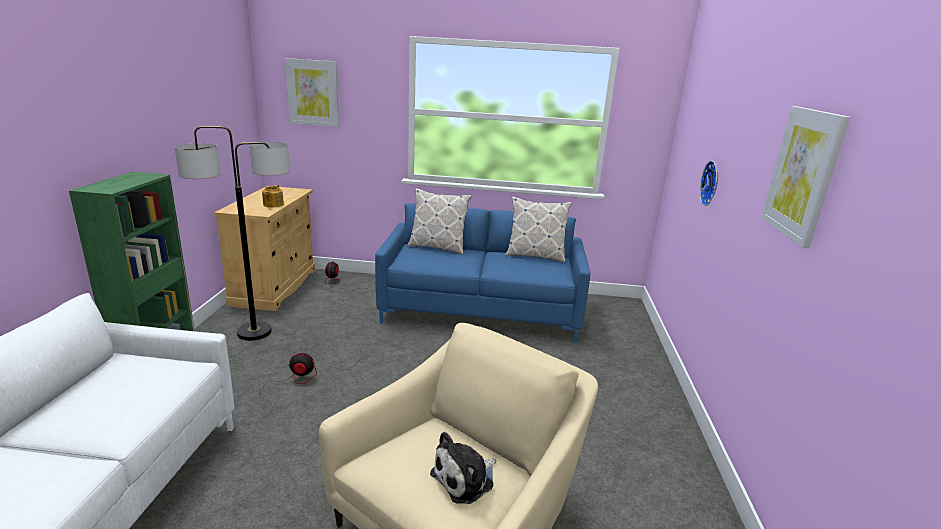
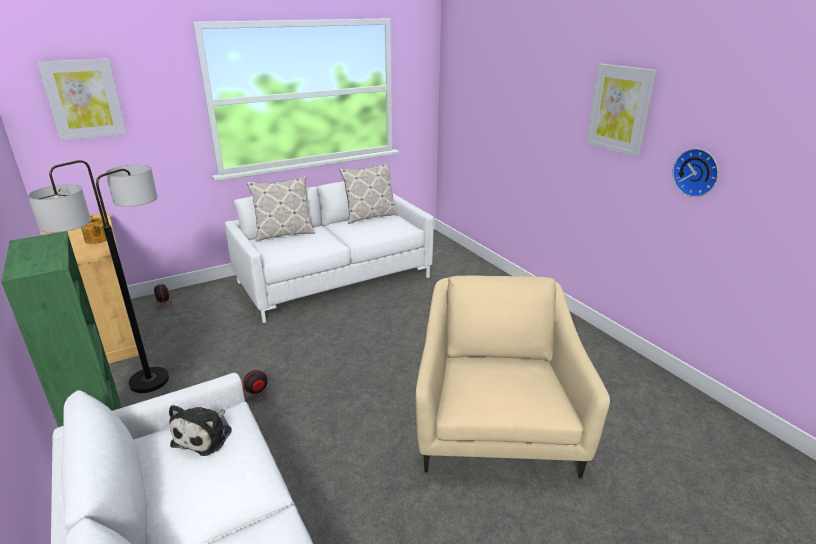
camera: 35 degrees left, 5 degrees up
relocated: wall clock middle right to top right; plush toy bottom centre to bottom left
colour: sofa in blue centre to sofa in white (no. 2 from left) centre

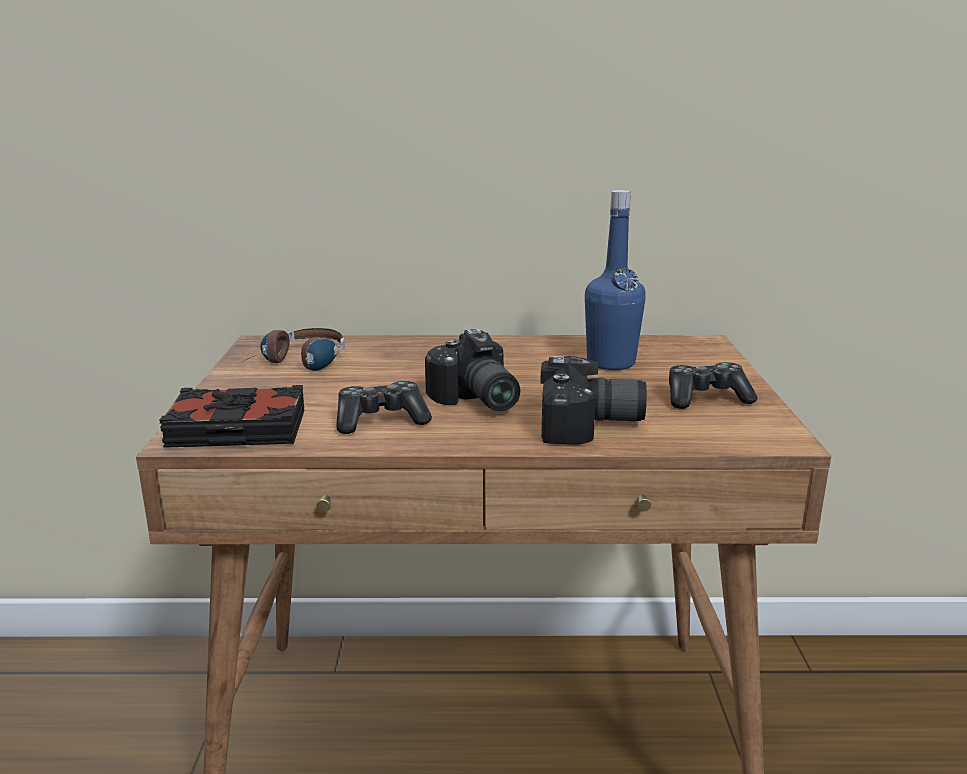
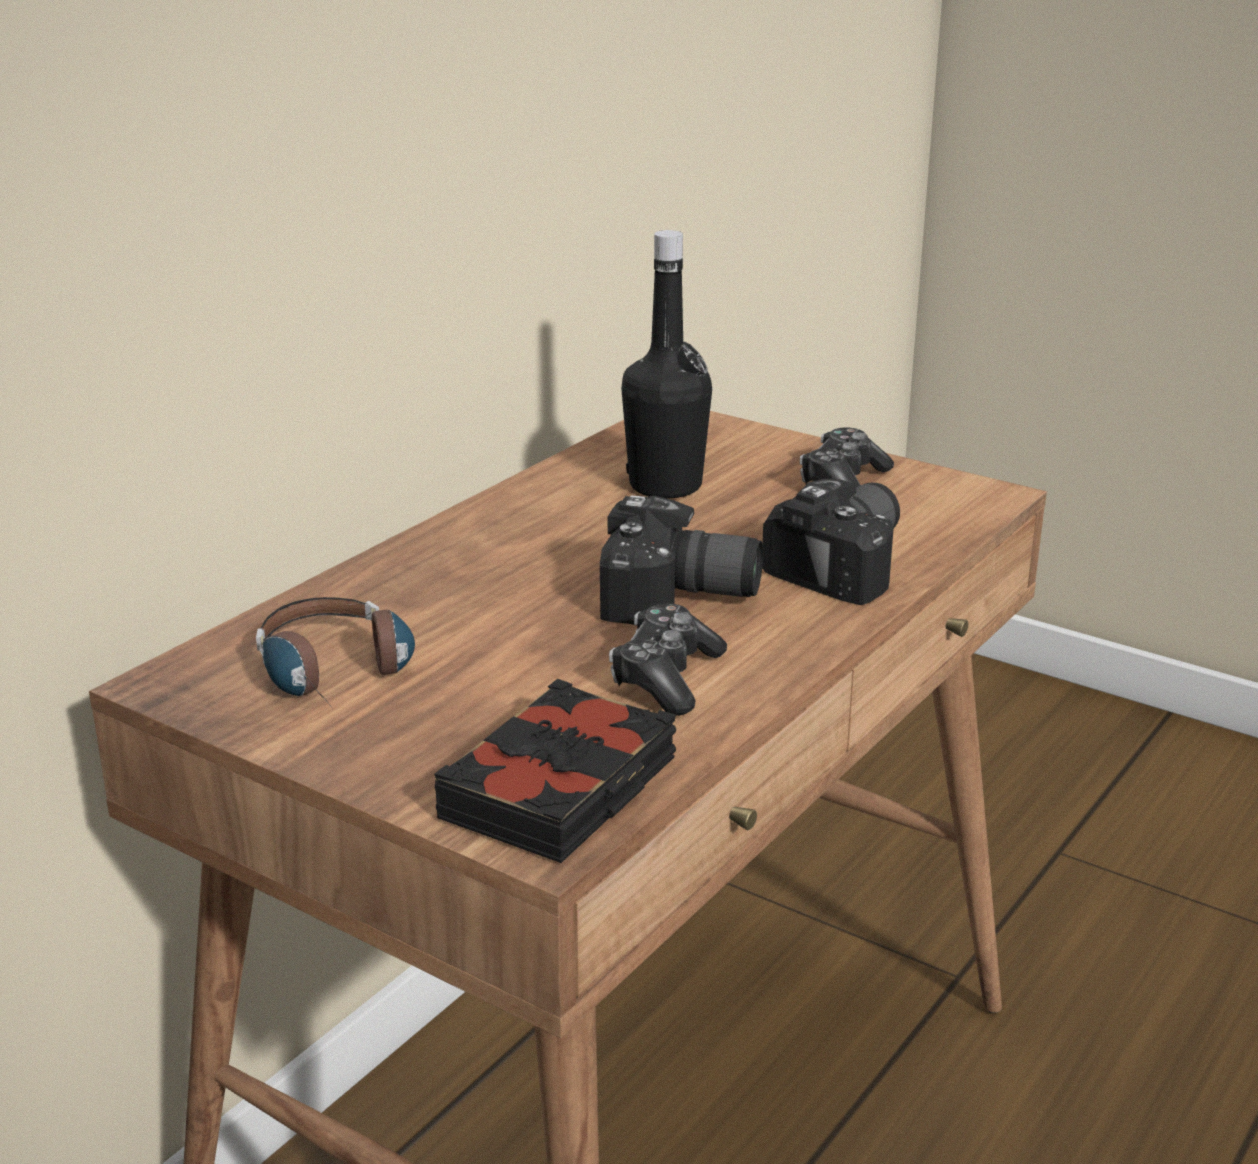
camera: 55 degrees left, 5 degrees up
colour: bottle in blue centre to bottle in black top centre

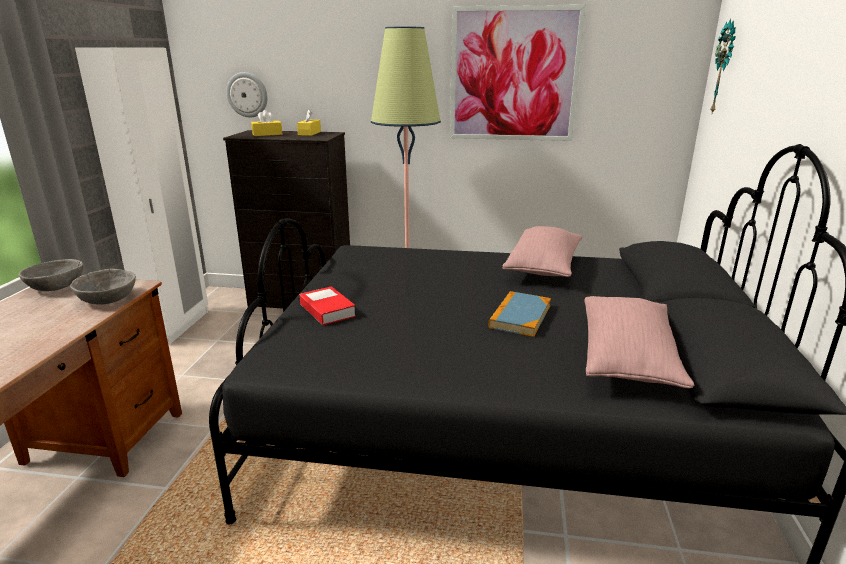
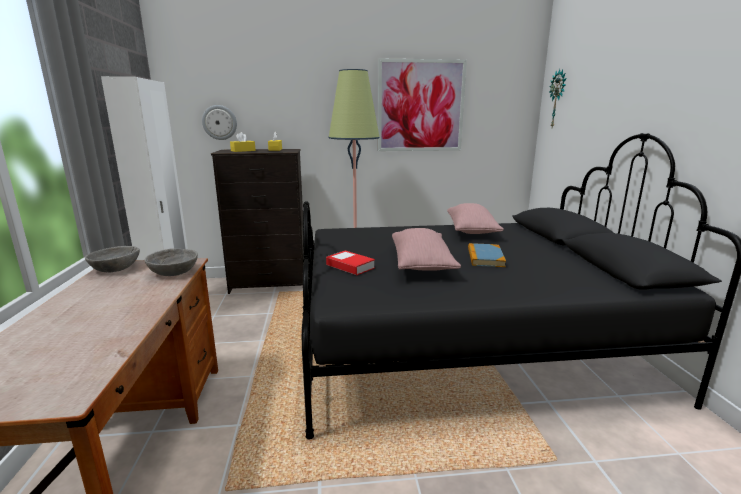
camera: 15 degrees left, 5 degrees down
relocated: pillow in pink (no. 2 from left in the first image) middle right to pillow in pink (no. 1 from left) centre

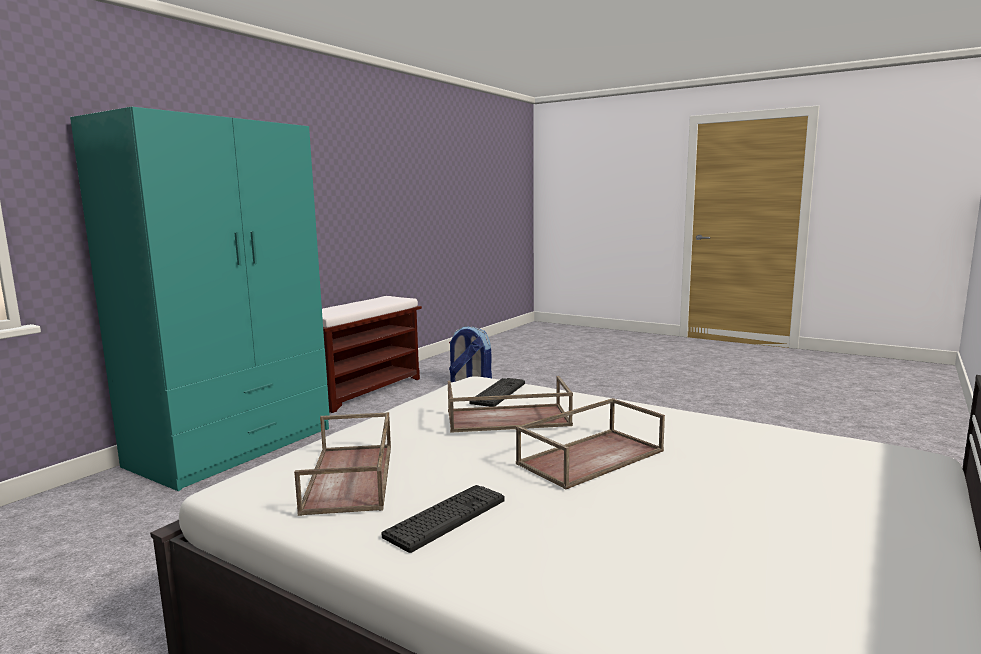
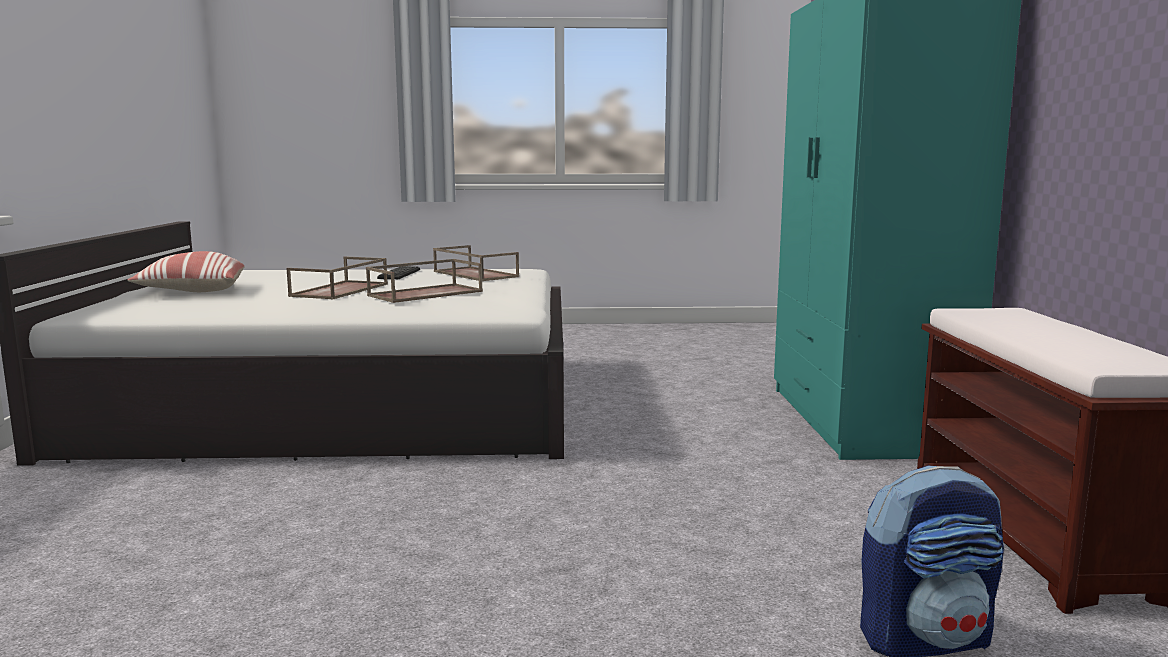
camera: 145 degrees right, 0 degrees up
missing: keyboard (no. 2 from left) centre
appeared: pillow middle left

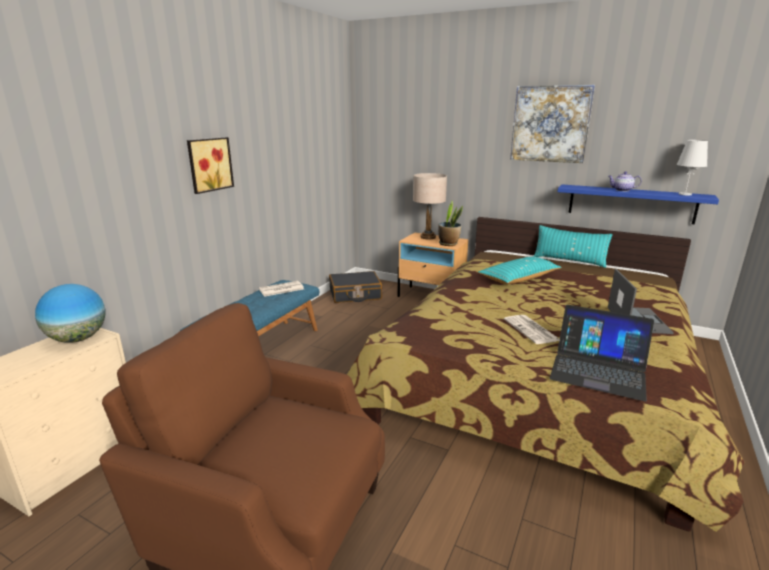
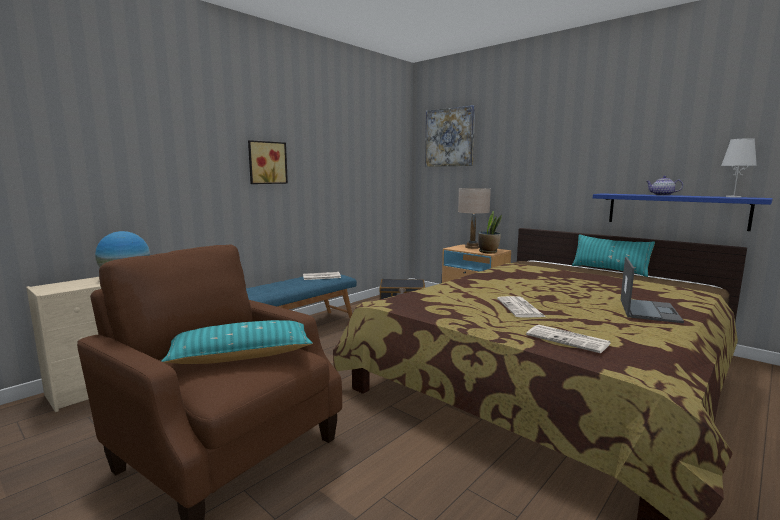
camera: 15 degrees right, 10 degrees down
relocated: picture (no. 2 from left) top right to top centre; pillow in turquoise (no. 1 from left) middle right to middle left
exchanged: laptop (no. 1 from left) middle right to newspaper (no. 3 from left) middle right

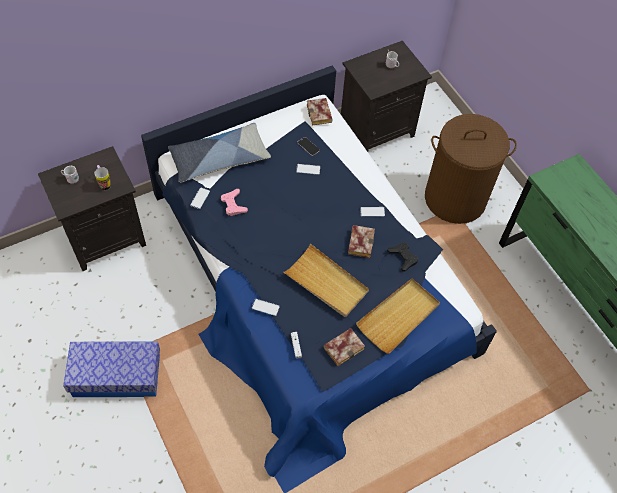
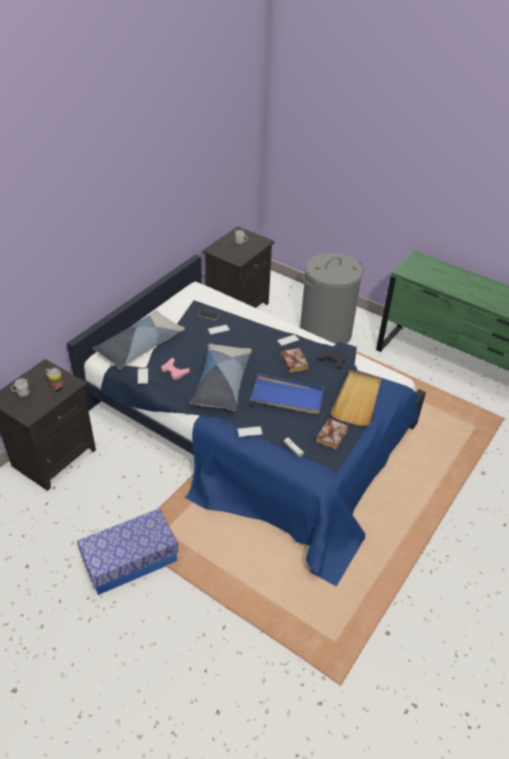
camera: 25 degrees left, 15 degrees down
missing: book (no. 1 from left) top centre
appeared: pillow (no. 2 from left) centre
colour: laundry basket in brown middle right to laundry basket in grey centre; tray in beige (no. 1 from left) centre to tray in blue centre

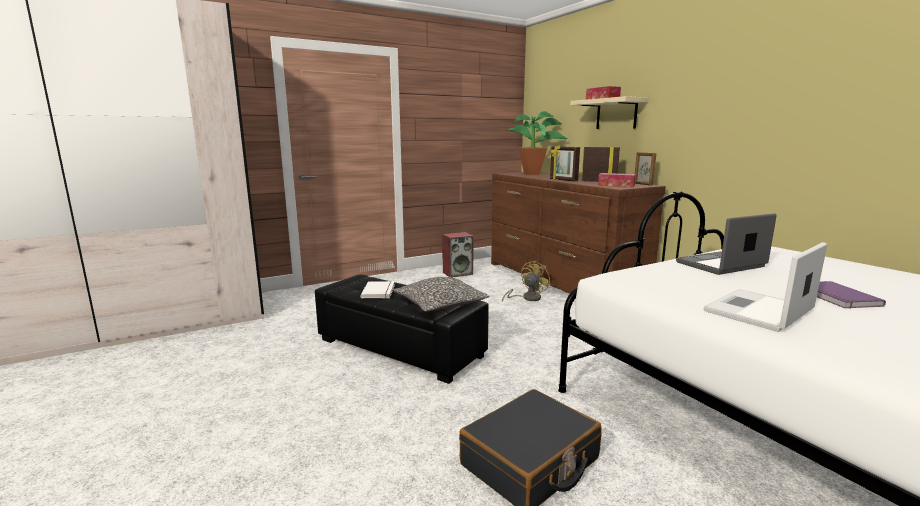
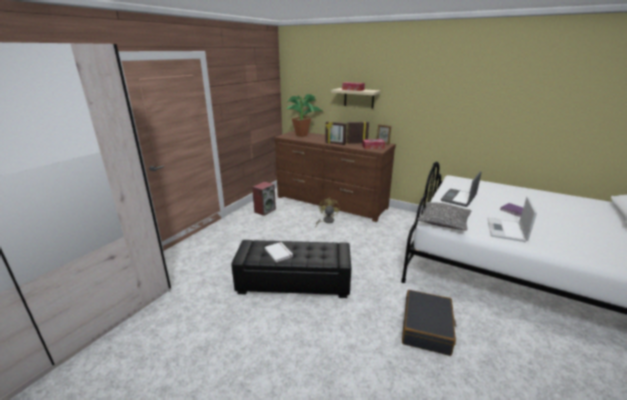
camera: 30 degrees left, 10 degrees up
relocated: pillow centre to middle right

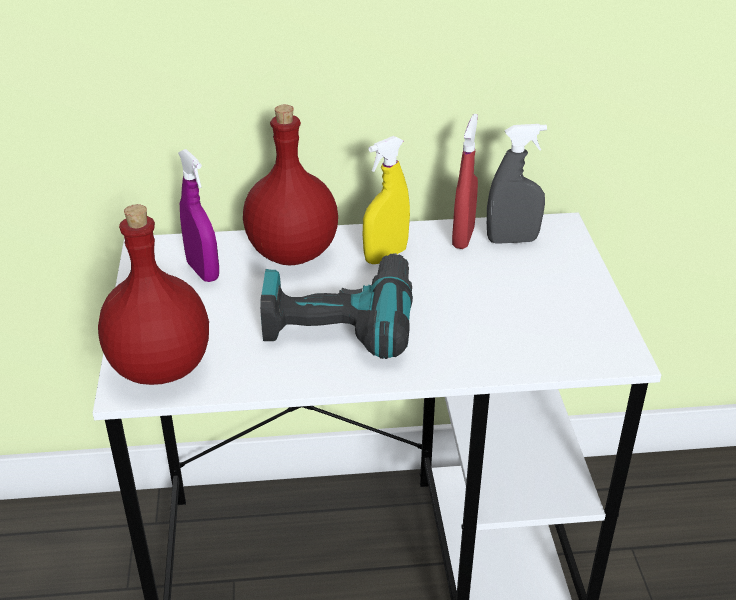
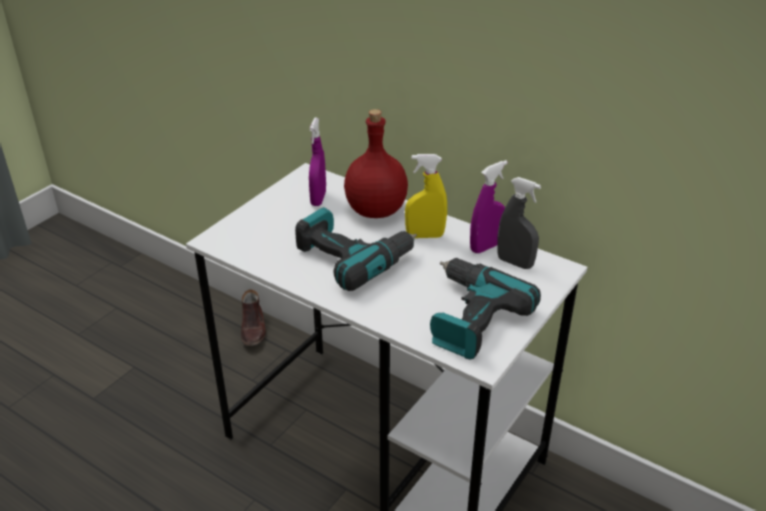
camera: 40 degrees right, 0 degrees up
missing: bottle in red (no. 1 from left) middle left
appeared: power drill (no. 2 from left) centre; shoe in brown middle left
colour: spray bottle in red top centre to spray bottle in purple (no. 2 from left) centre

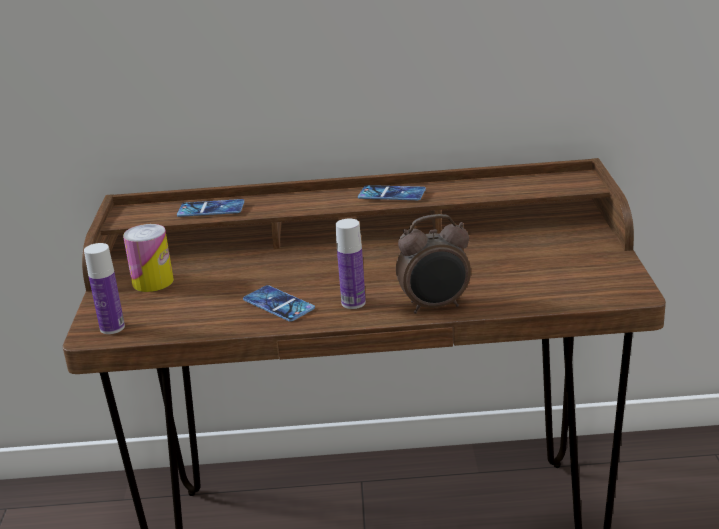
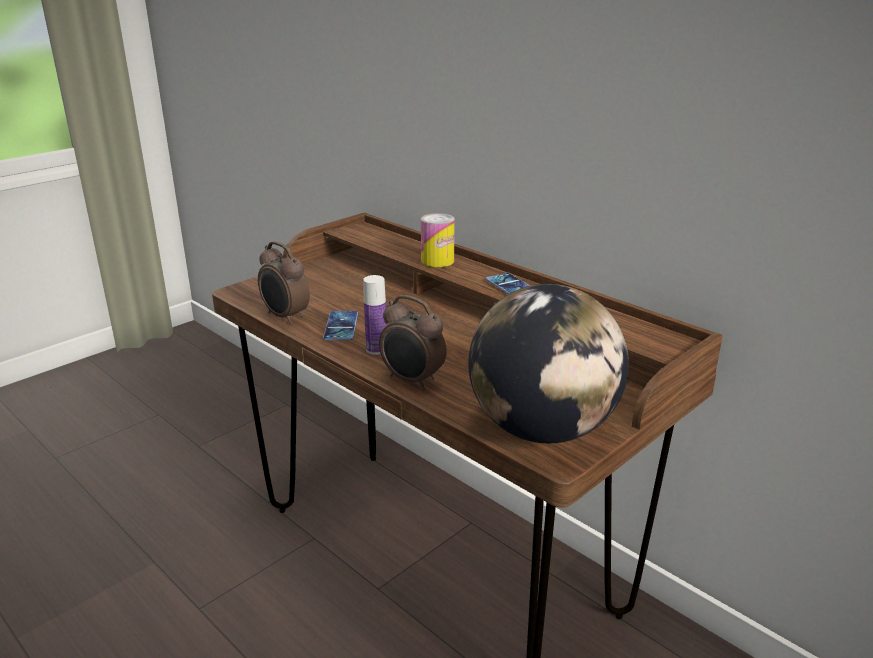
camera: 45 degrees right, 0 degrees up
missing: phone (no. 1 from left) middle left; bottle (no. 1 from left) middle left
appeared: alarm clock (no. 1 from left) middle left; globe centre
relocated: can middle left to centre

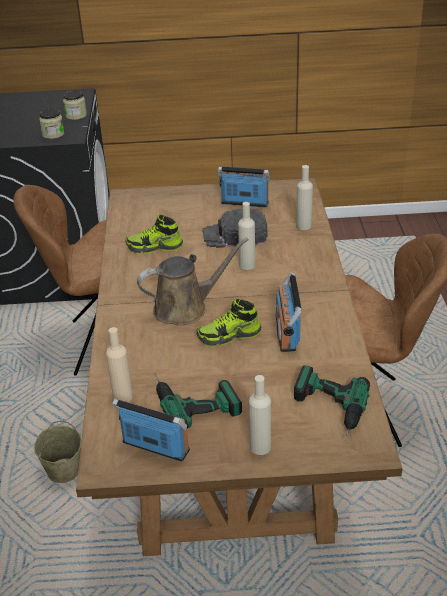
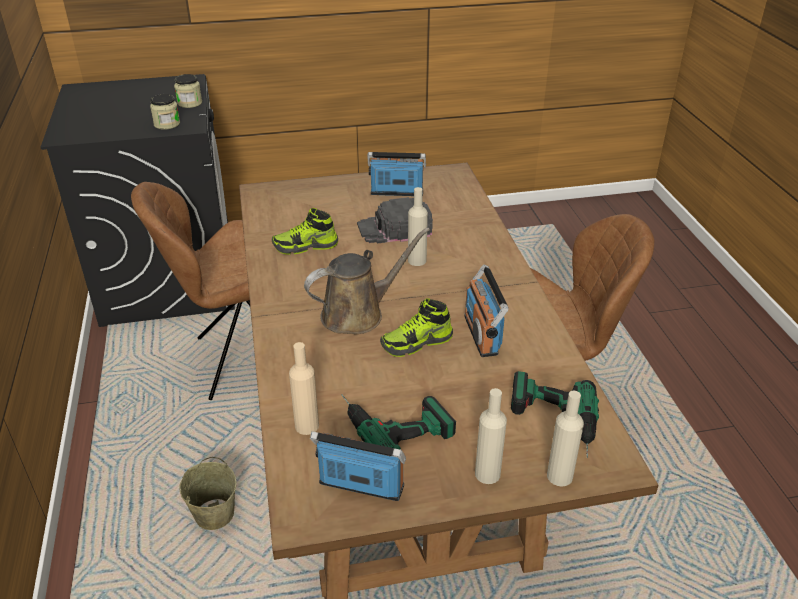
camera: 10 degrees left, 0 degrees up
relocated: bottle in beige (no. 4 from left) top right to bottom right

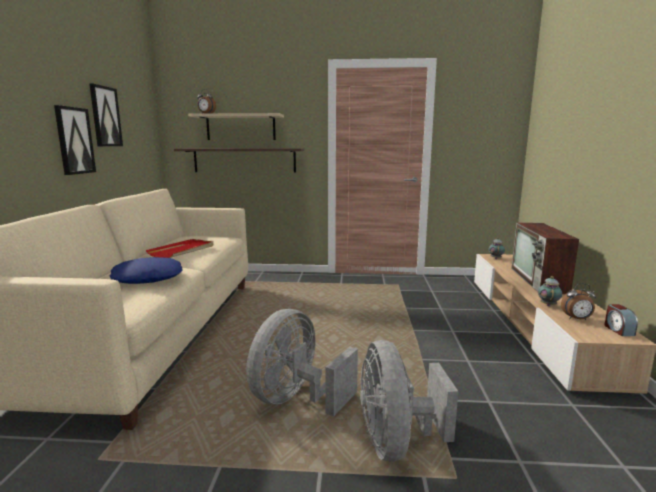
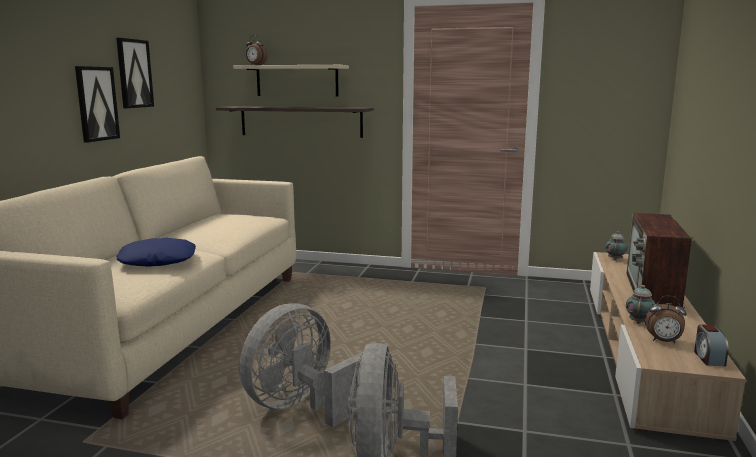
camera: 10 degrees right, 0 degrees up
missing: tray in red middle left

